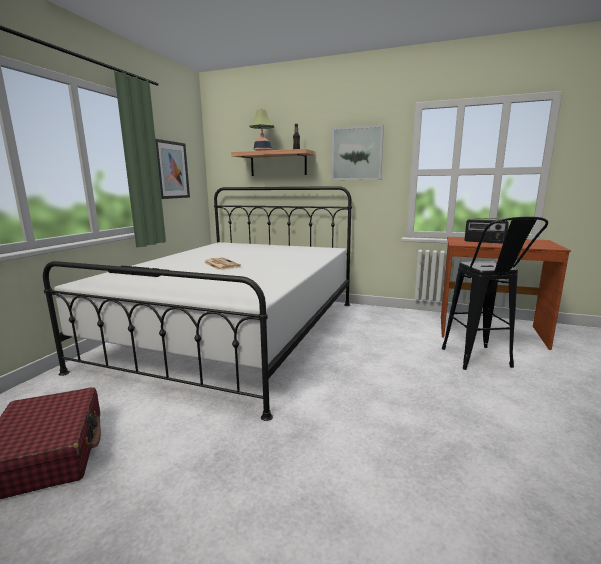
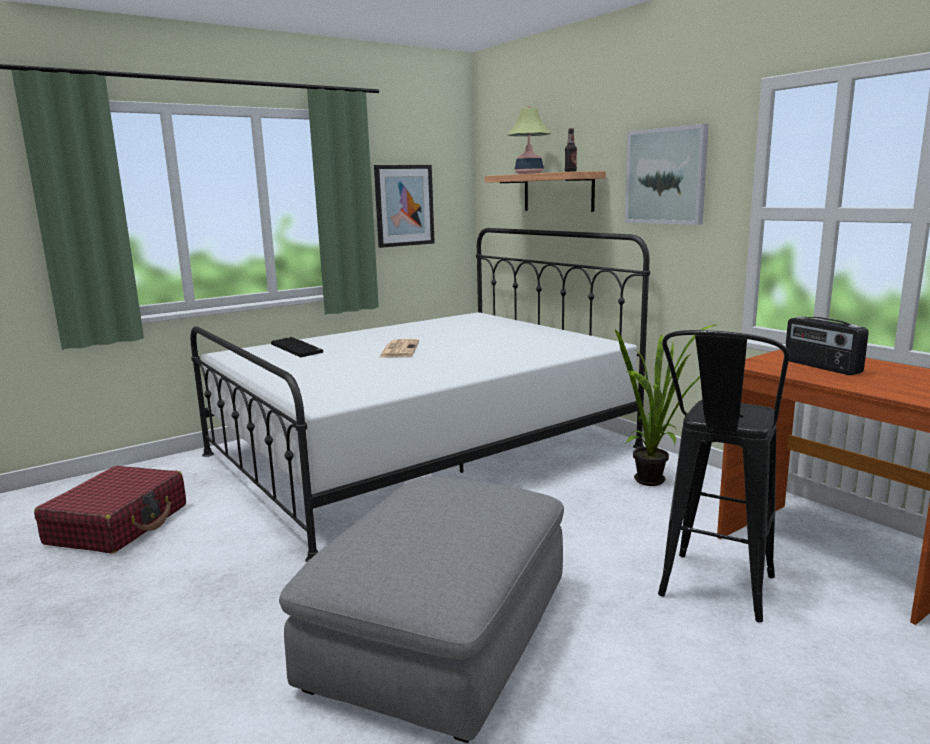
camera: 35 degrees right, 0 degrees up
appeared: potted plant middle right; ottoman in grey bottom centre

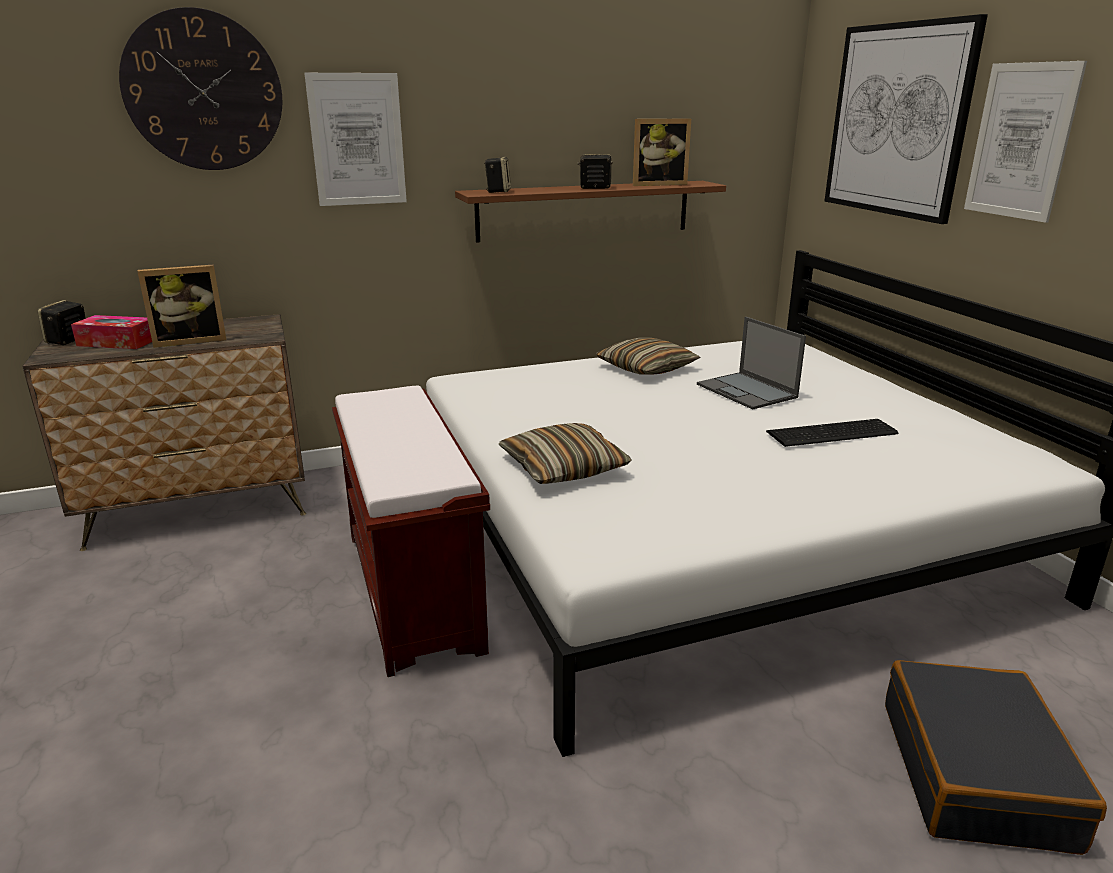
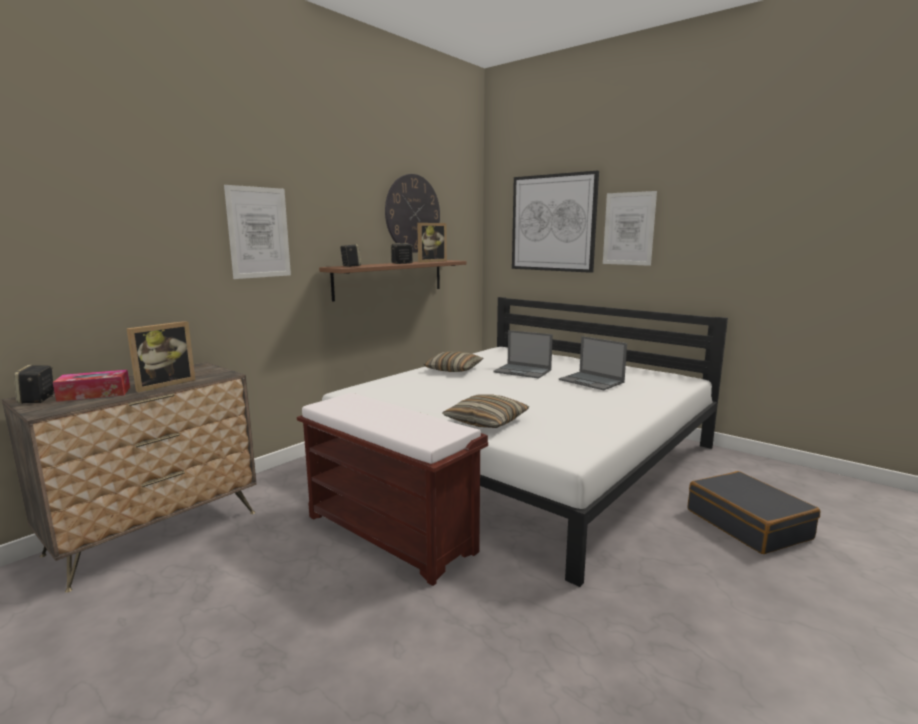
camera: 30 degrees left, 10 degrees down
relocated: wall clock top left to top centre
exchanged: keyboard middle right to laptop (no. 2 from left) centre

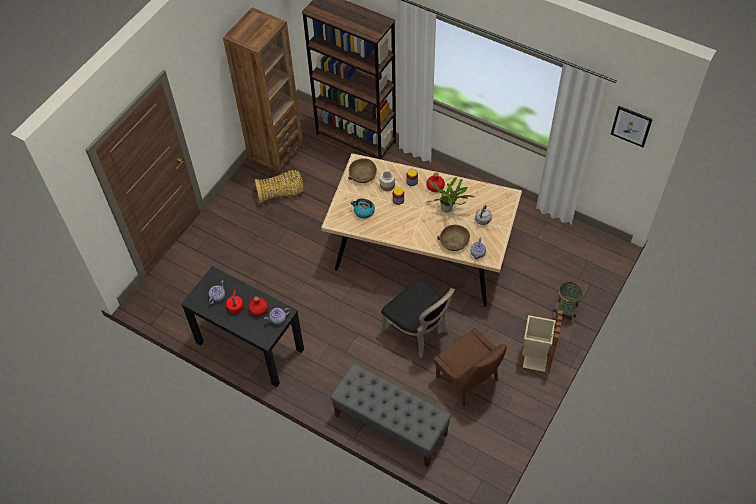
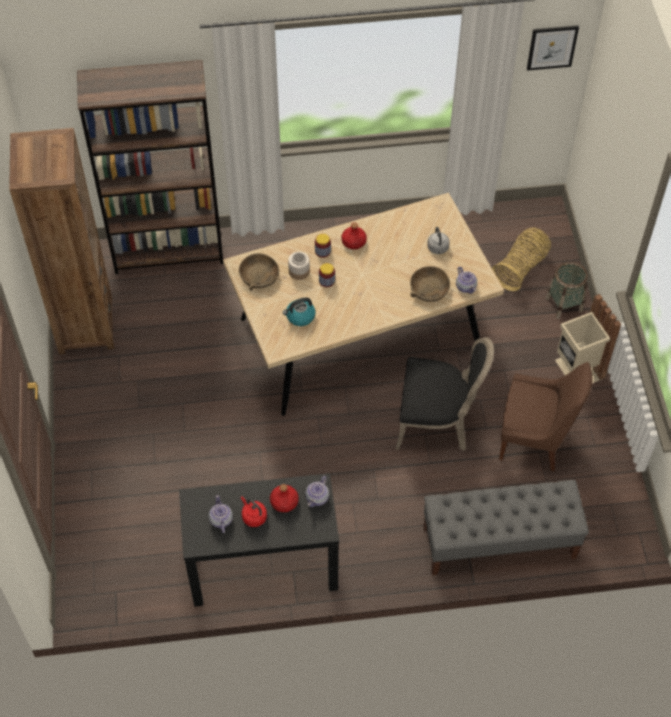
camera: 40 degrees left, 0 degrees up
missing: potted plant centre
relocated: basket (no. 1 from left) centre to middle right

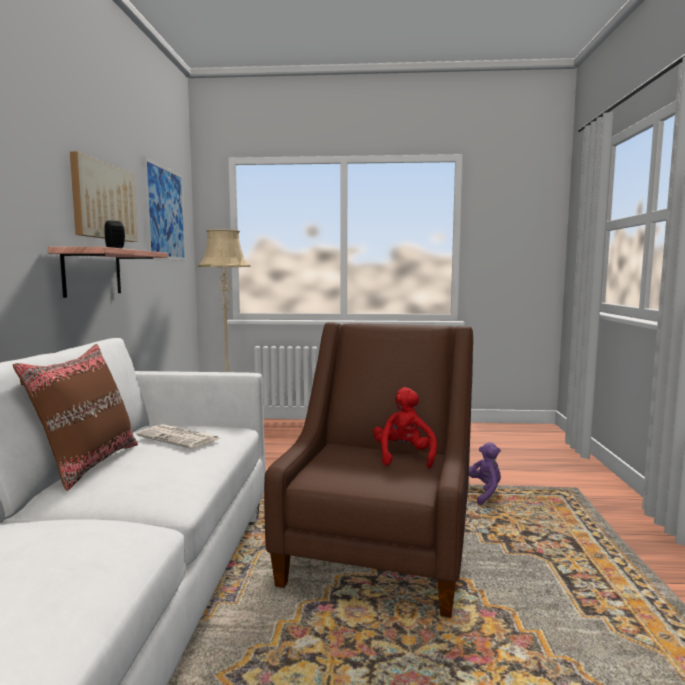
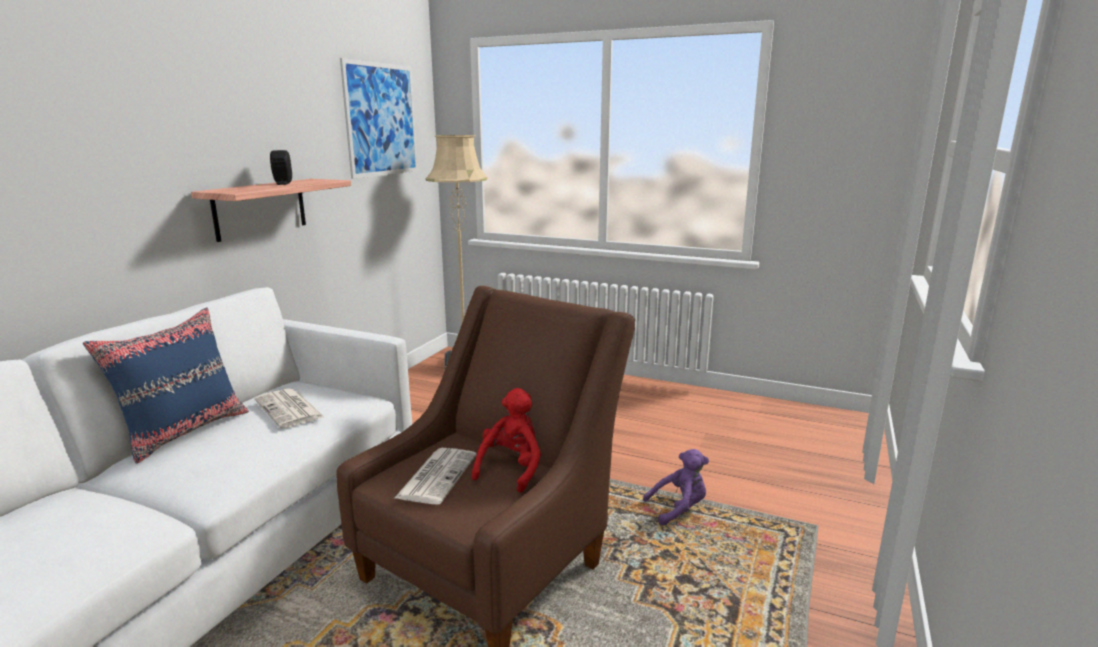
camera: 20 degrees right, 10 degrees up
missing: picture (no. 1 from left) top left
appeared: newspaper (no. 2 from left) bottom centre
colour: pillow in brown middle left to pillow in blue middle left

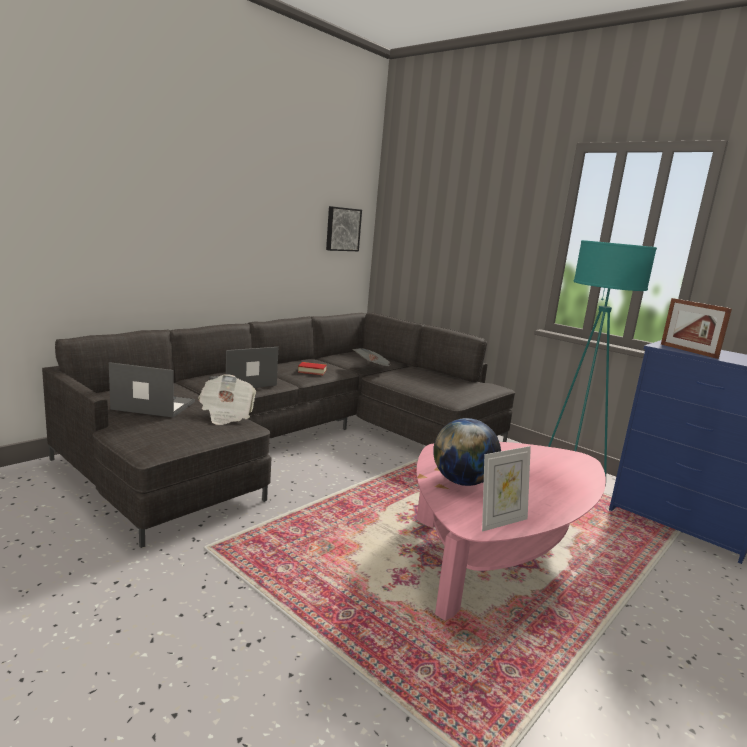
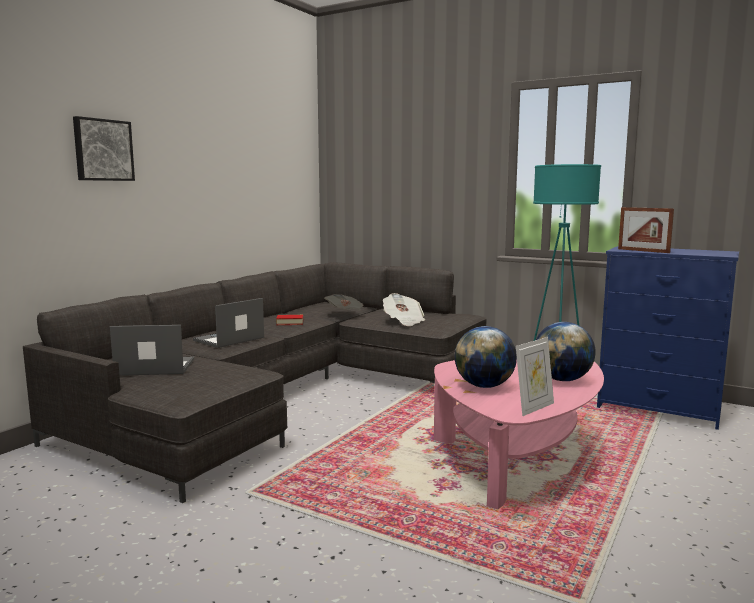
camera: 10 degrees left, 5 degrees down
appeared: globe (no. 2 from left) middle right
relocated: picture top centre to top left; newspaper (no. 1 from left in the first image) middle left to newspaper (no. 2 from left) centre

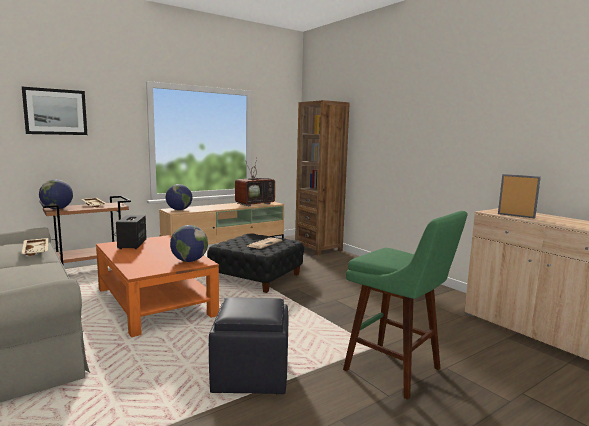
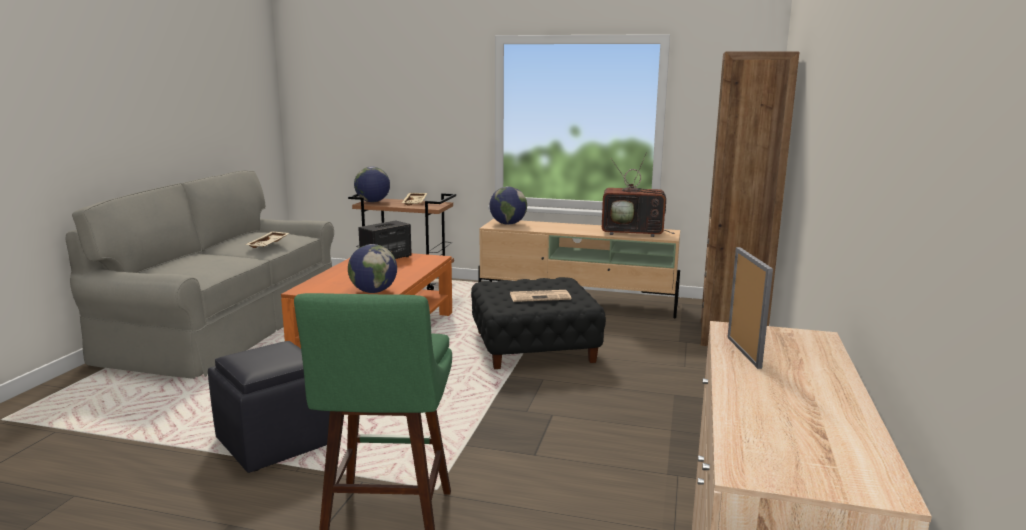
camera: 50 degrees right, 5 degrees up
missing: picture top left

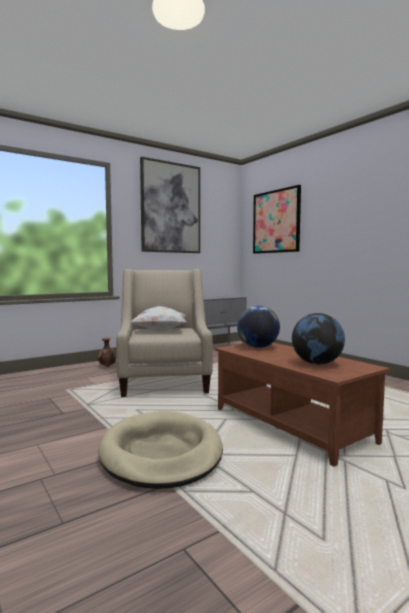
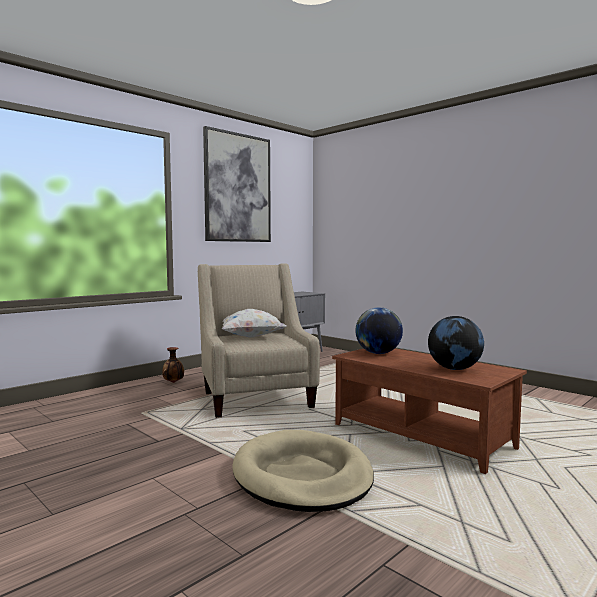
camera: 10 degrees left, 0 degrees up
missing: picture (no. 2 from left) middle right

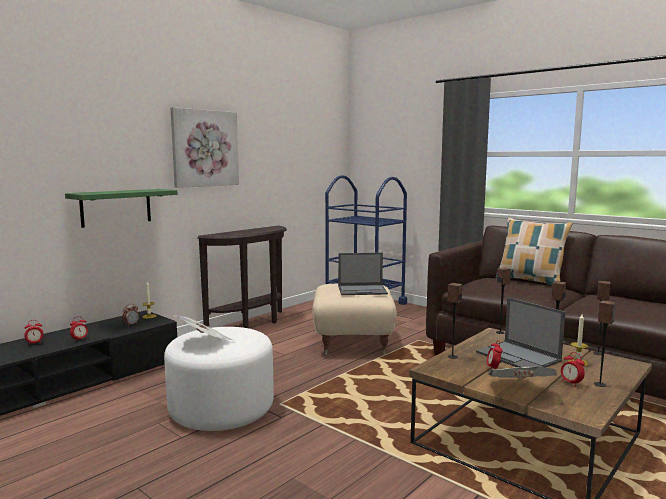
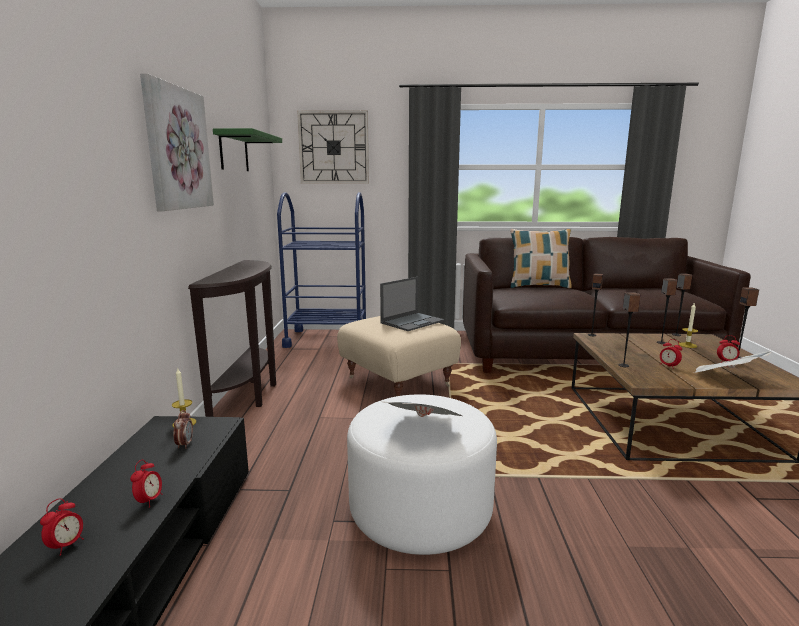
camera: 40 degrees left, 5 degrees up
missing: laptop (no. 2 from left) middle right
appeared: wall clock top centre
relocated: shelf in green middle left to top left

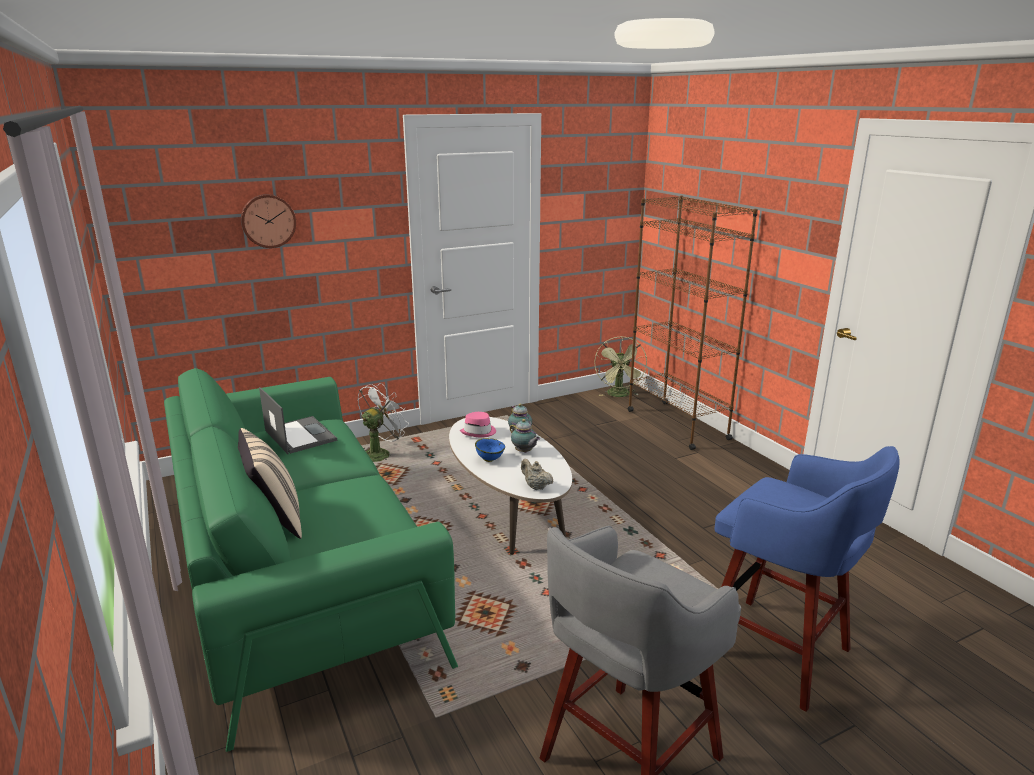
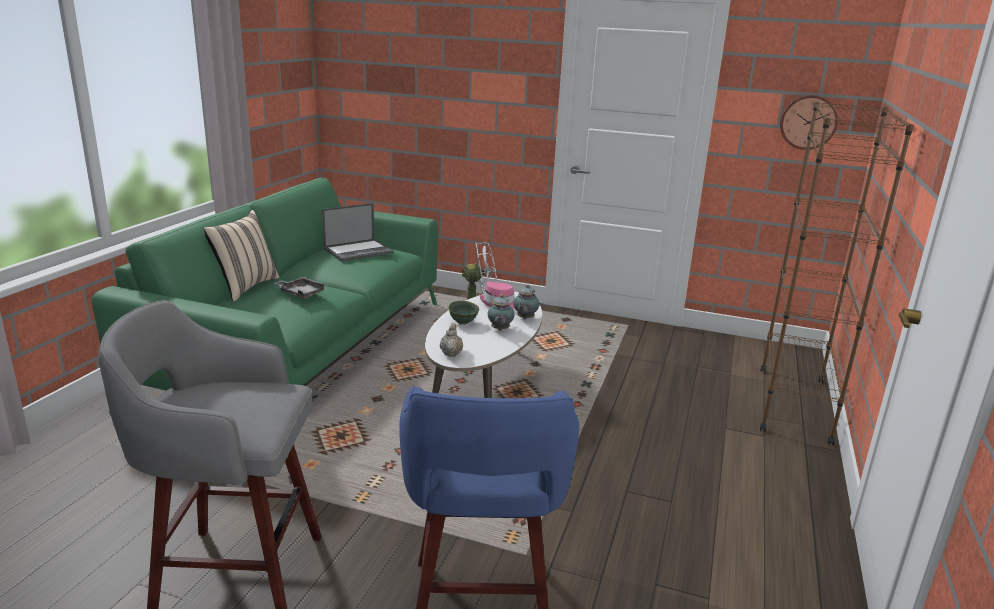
camera: 45 degrees right, 0 degrees up
missing: fan in green centre
appeared: tray in grey middle left
relocated: wall clock top left to top right
colour: bowl in blue centre to bowl in green centre
spun: laptop middle left = centre 45 degrees clockwise

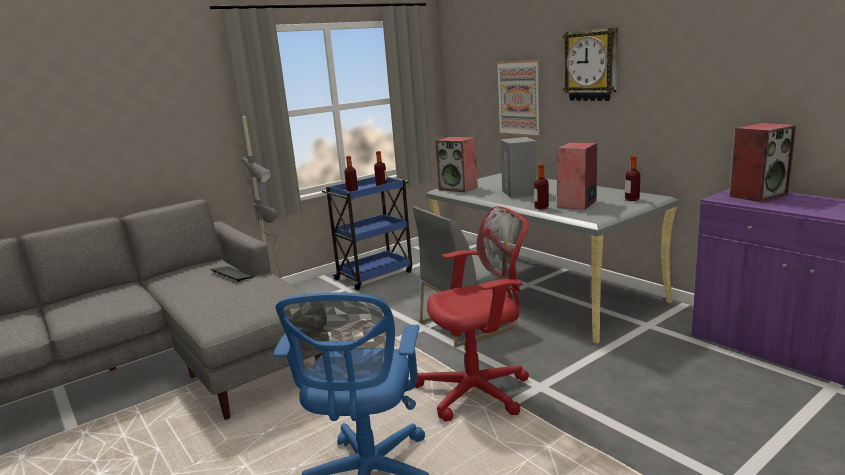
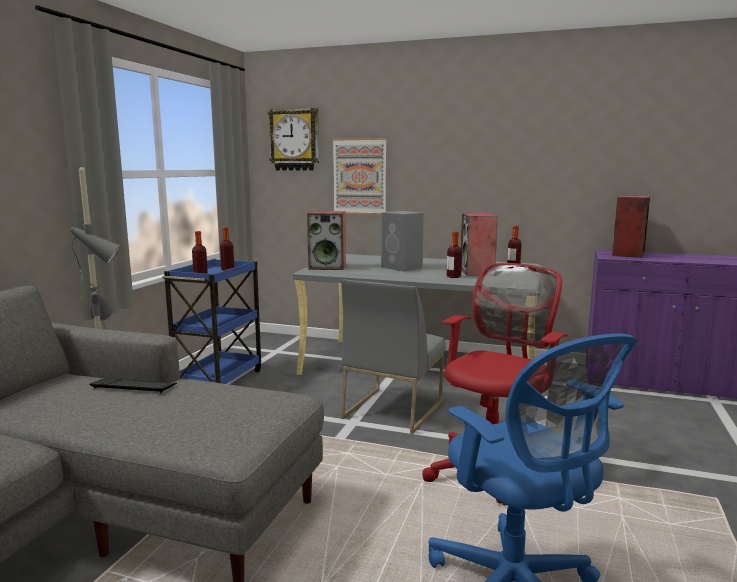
camera: 35 degrees left, 5 degrees down
relocated: wall clock top right to top centre

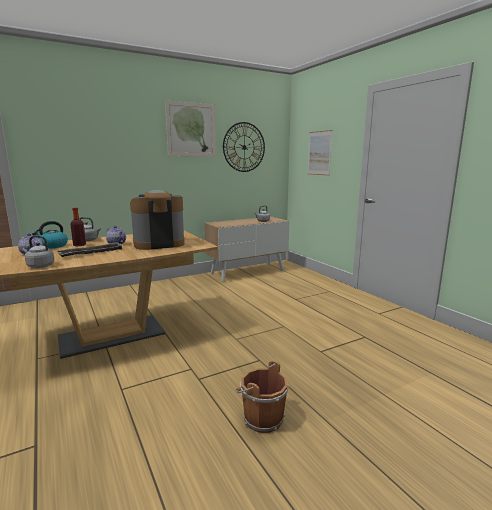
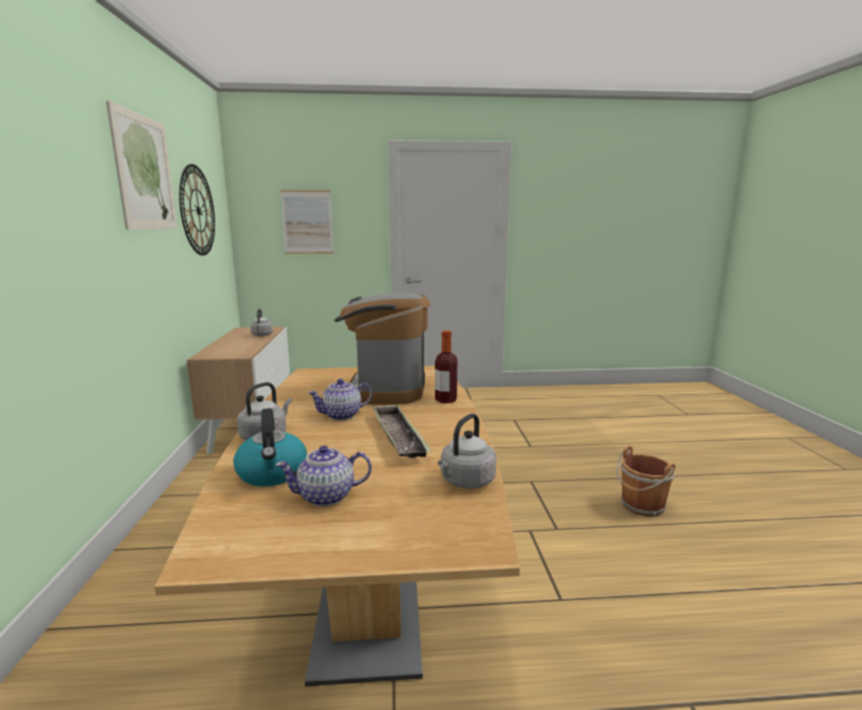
camera: 65 degrees left, 0 degrees up
relocated: bottle middle left to centre

